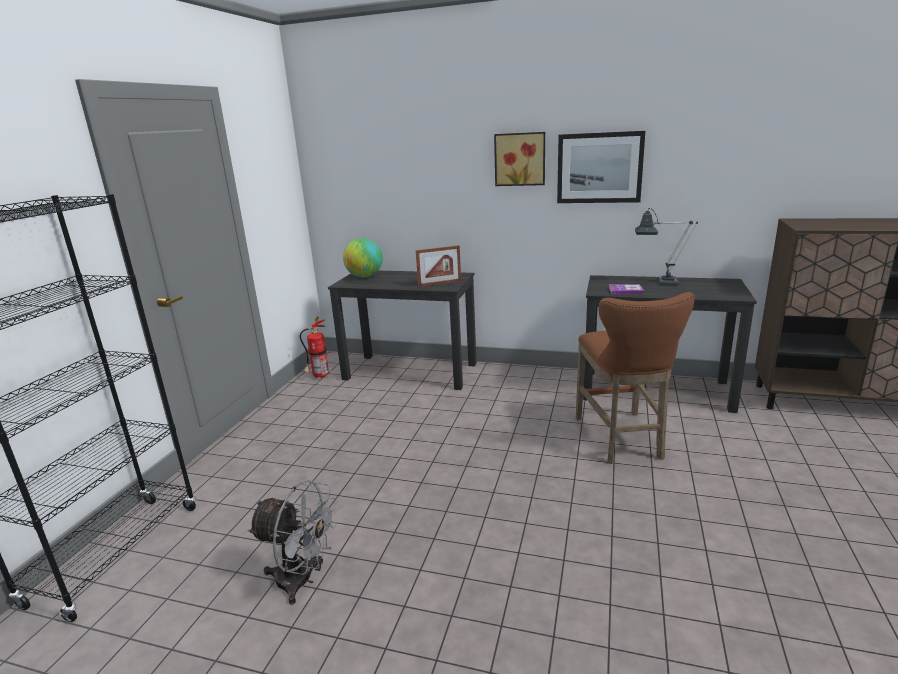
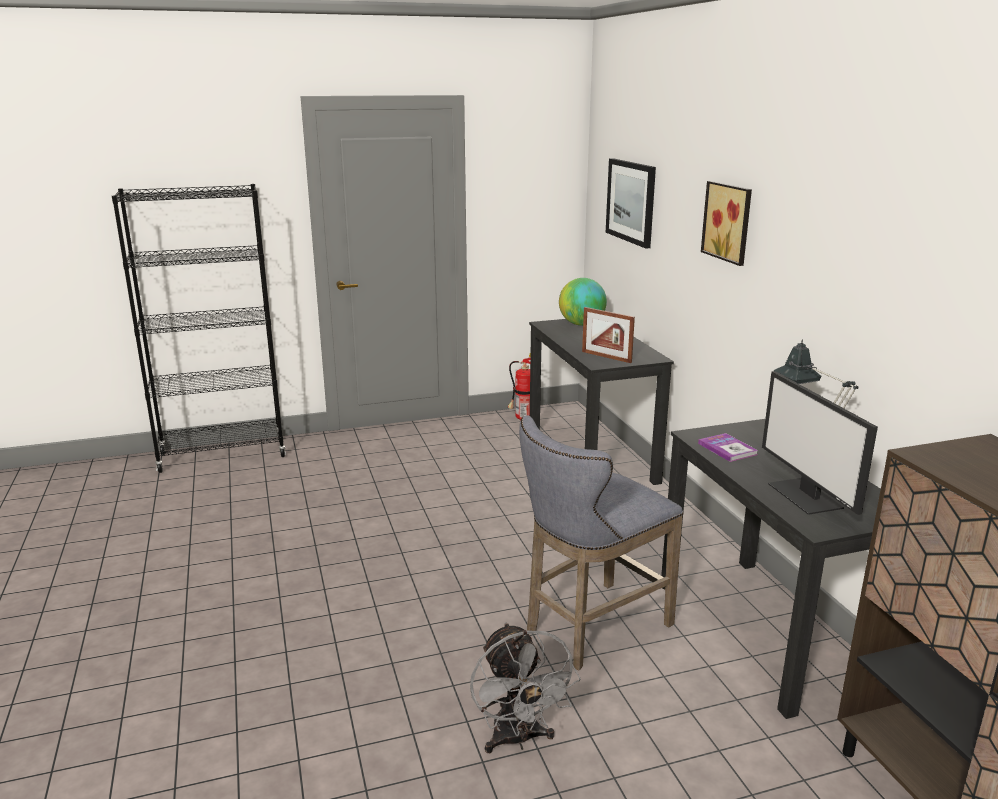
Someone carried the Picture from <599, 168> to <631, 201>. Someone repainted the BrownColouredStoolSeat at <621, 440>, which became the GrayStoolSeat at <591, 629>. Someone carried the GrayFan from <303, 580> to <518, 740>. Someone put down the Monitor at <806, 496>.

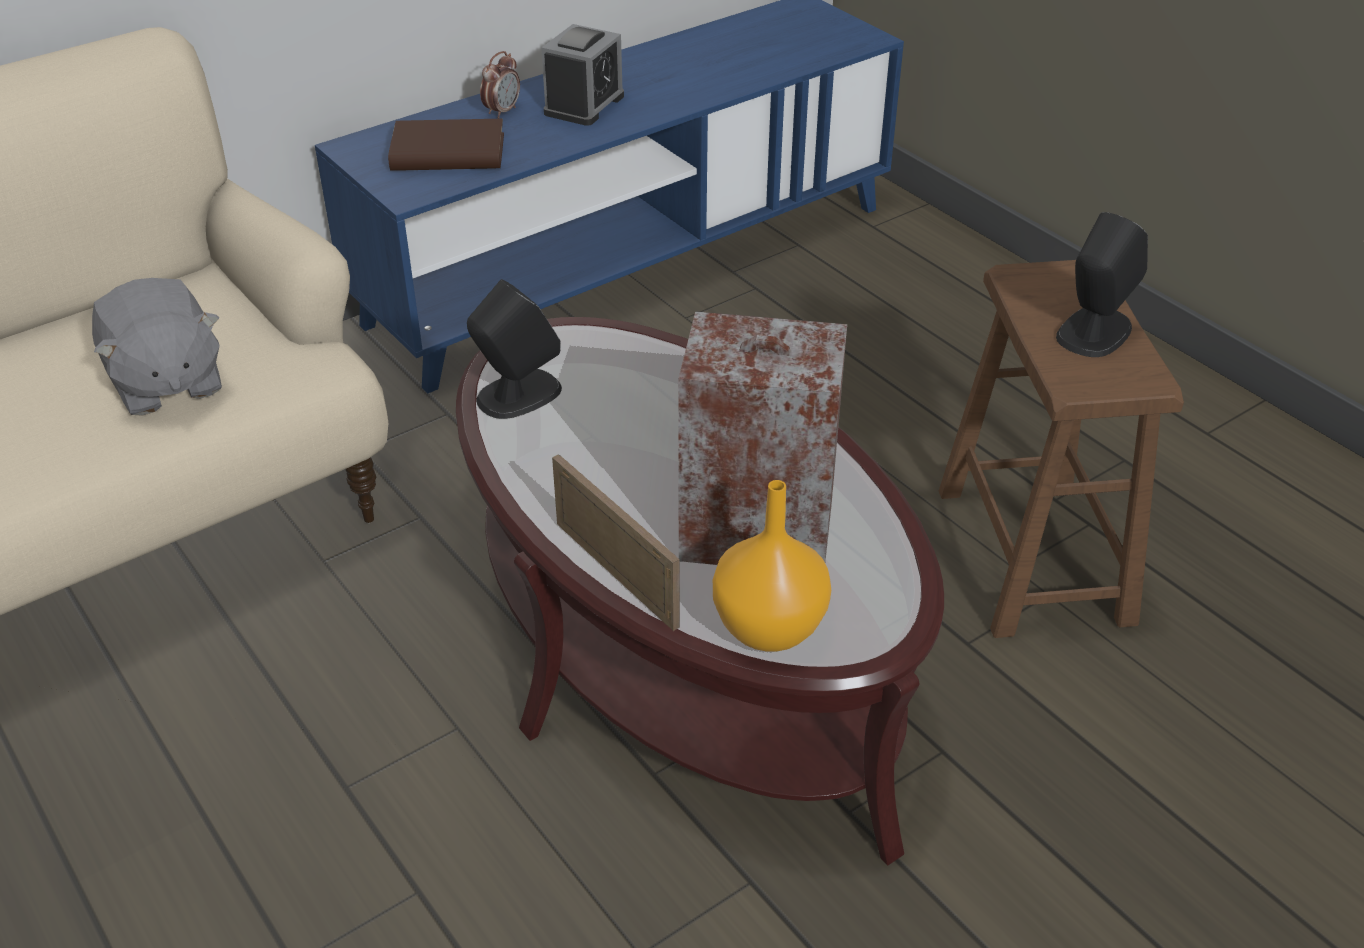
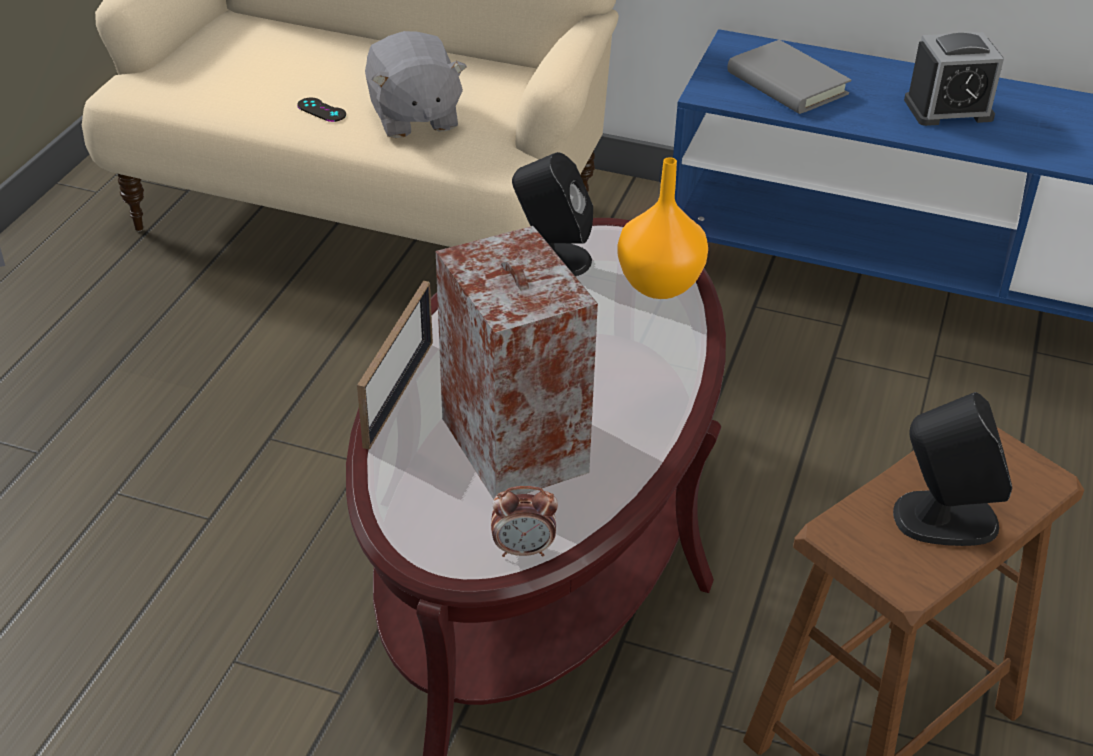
Someone carried the BedsideClock from <502, 111> to <524, 550>. Someone repainted the BrownColouredBook at <448, 153>, which became the GrayBook at <787, 83>. Someone rotated the GrayCuddlyToy at <165, 383> by 45 degrees counterclockwise. Someone carried the OrangeDecorativeVase from <767, 629> to <657, 284>. Someone put down the BlackGameController at <321, 110>.

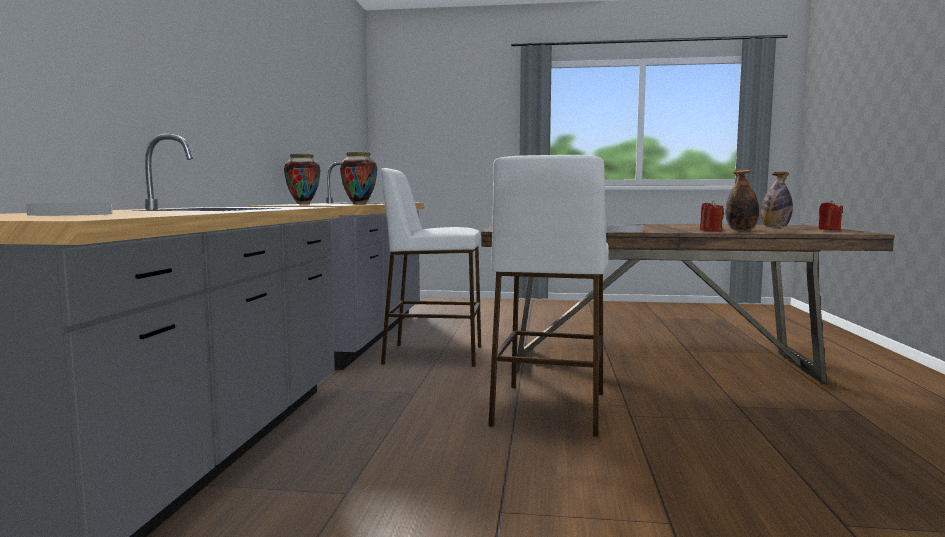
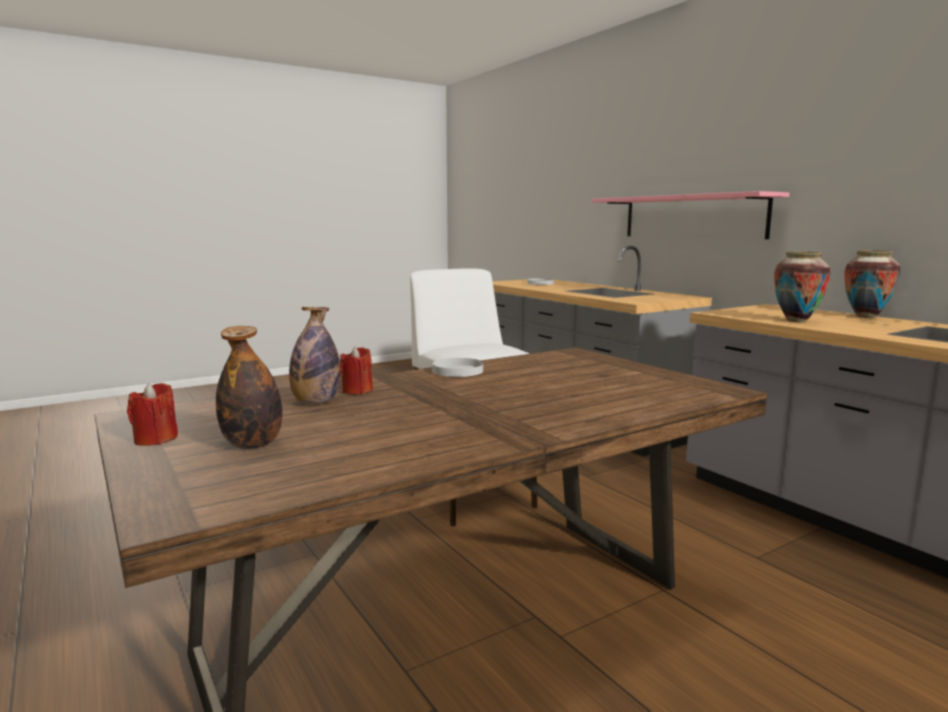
Someone took away the WhiteColouredStoolSeat at <432, 355>. Someone put up the PinkColouredWallShelf at <692, 217>.

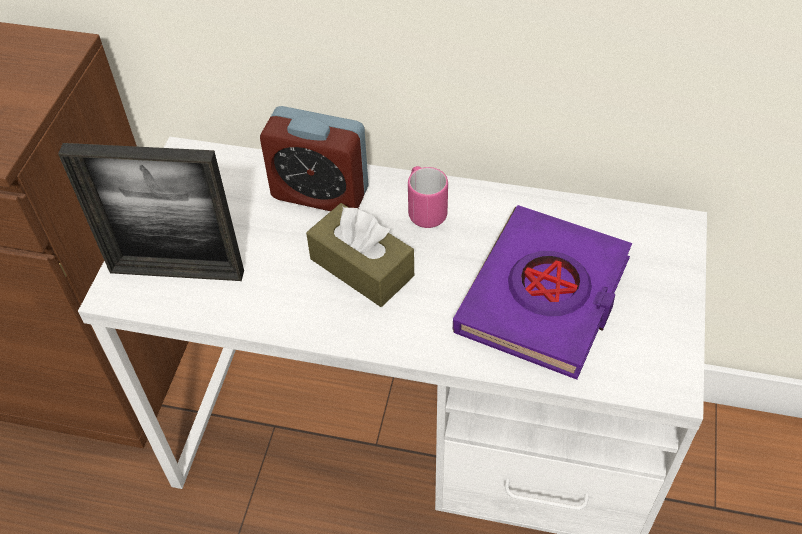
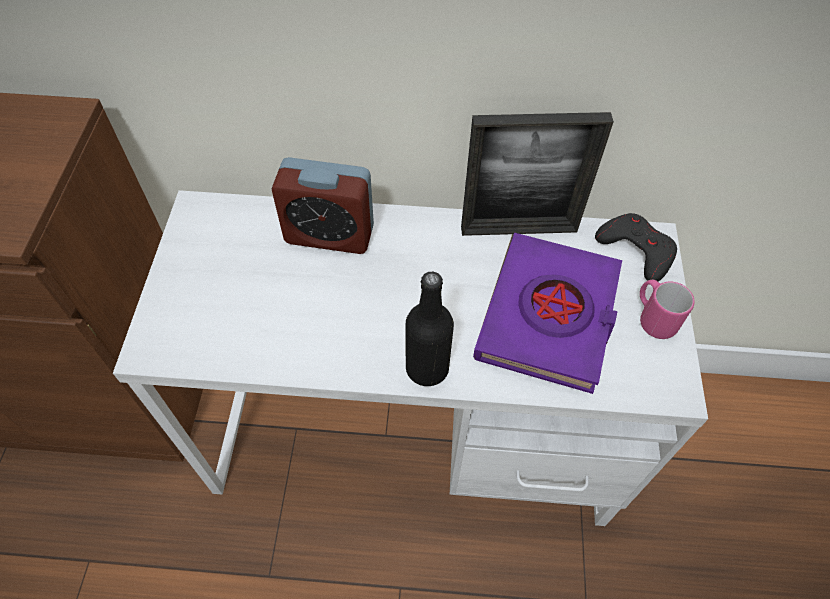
Someone carried the PhotoFrame from <177, 271> to <518, 229>. Someone carried the PinkColouredMug from <424, 210> to <653, 318>. Someone took away the BrownColouredTissueHolder at <361, 267>. Someone put down the BlackGameController at <636, 250>. Someone put down the BlackBottle at <427, 368>.

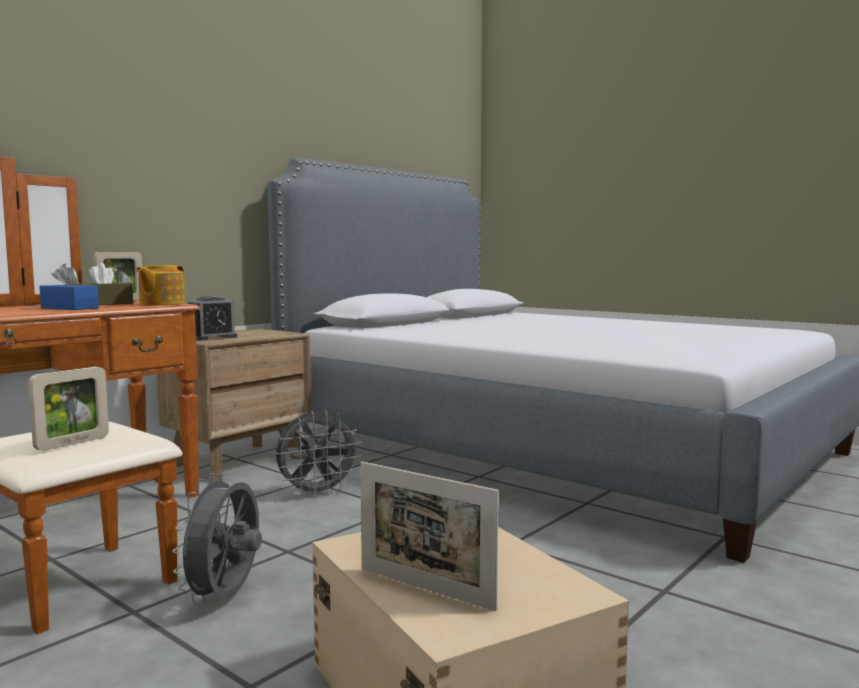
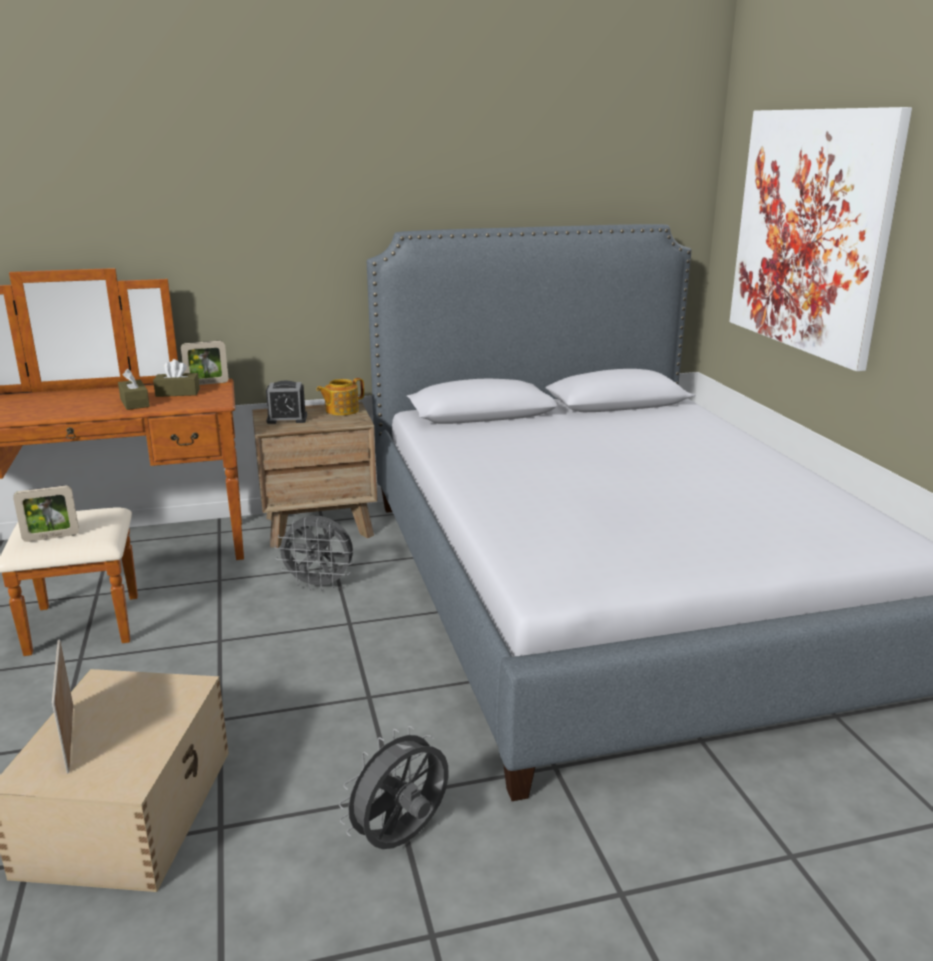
Someone repainted the BluishTissueHolder at <69, 308>, which became the BrownColouredTissueHolder at <134, 403>. Someone carried the TeaPot from <161, 304> to <341, 410>. Someone carried the GrayFan from <226, 598> to <401, 840>. Someone put up the Picture at <810, 232>.

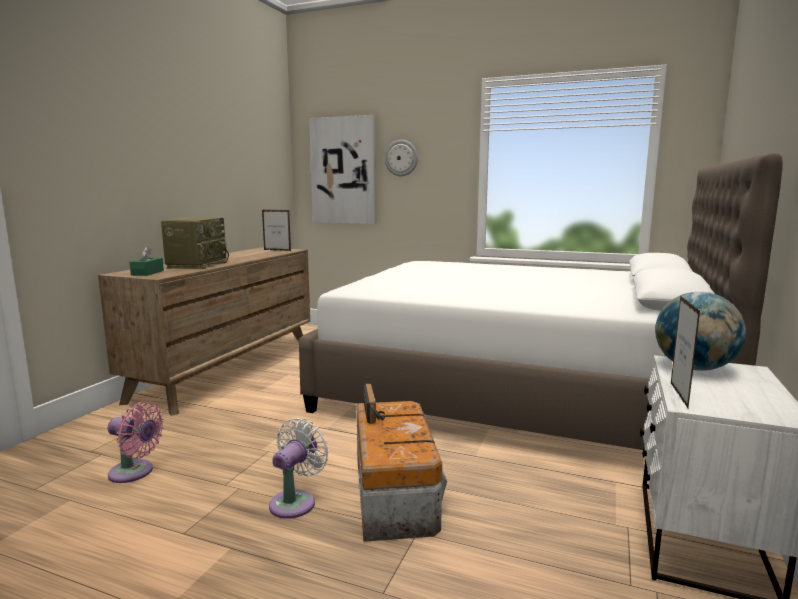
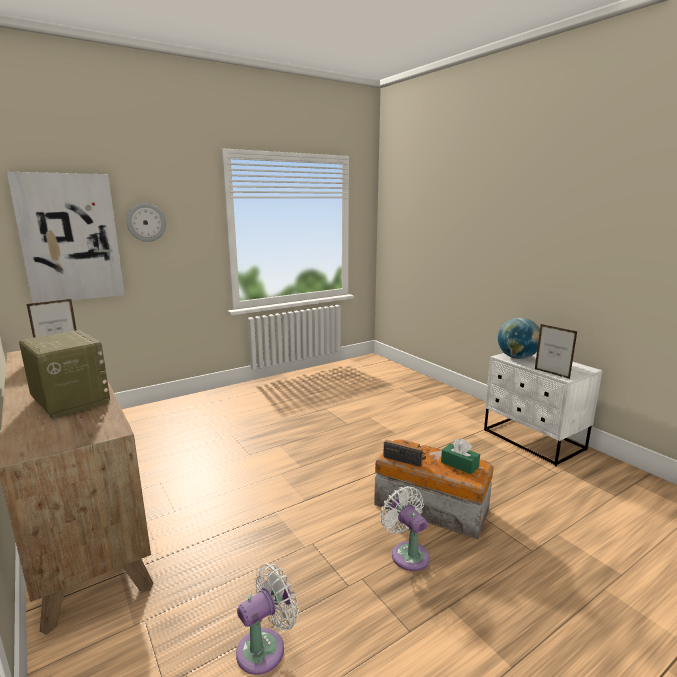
Someone took away the WhiteColouredBedroomBed at <515, 390>. Someone carried the GreenTissueHolder from <147, 273> to <459, 464>. Someone repainted the PinkColouredFan at <135, 472>, which became the WhiteColouredFan at <265, 648>.

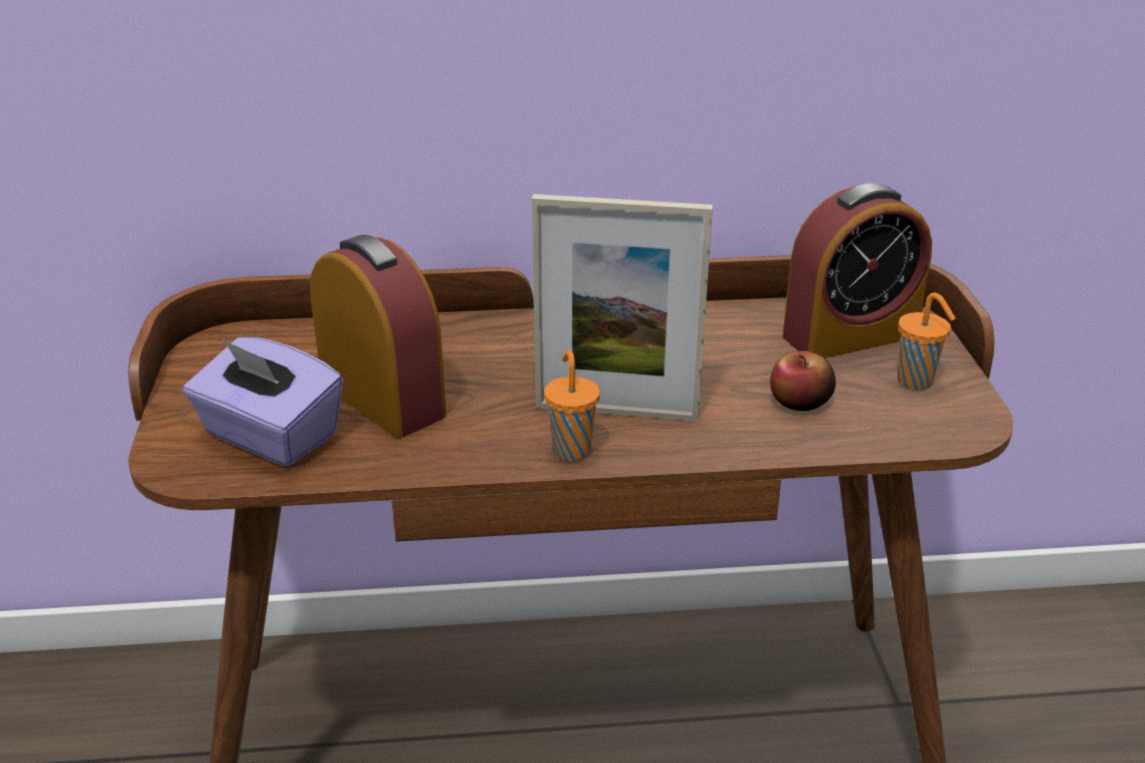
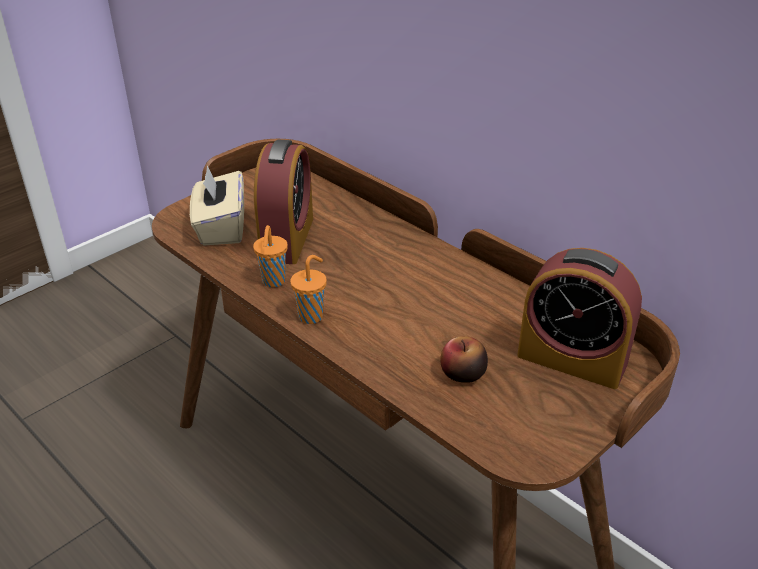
Someone took away the PhotoFrame at <616, 411>. Someone carried the OrangeCup from <916, 382> to <273, 282>. Someone repainted the PurpleTissueHolder at <269, 436>, which became the BeigeTissueHolder at <221, 228>.

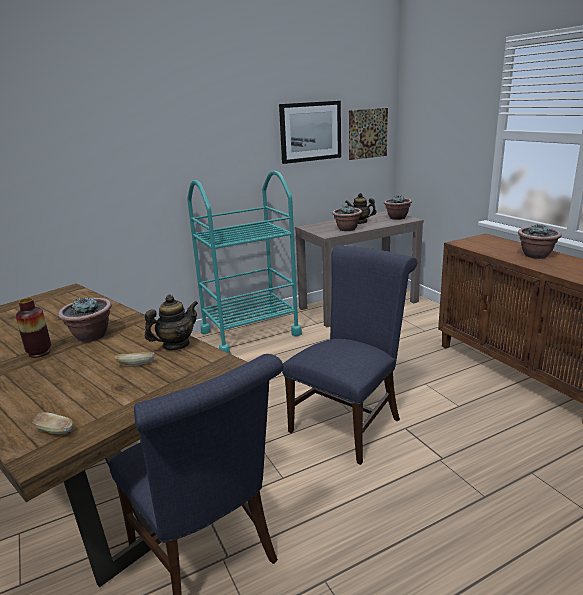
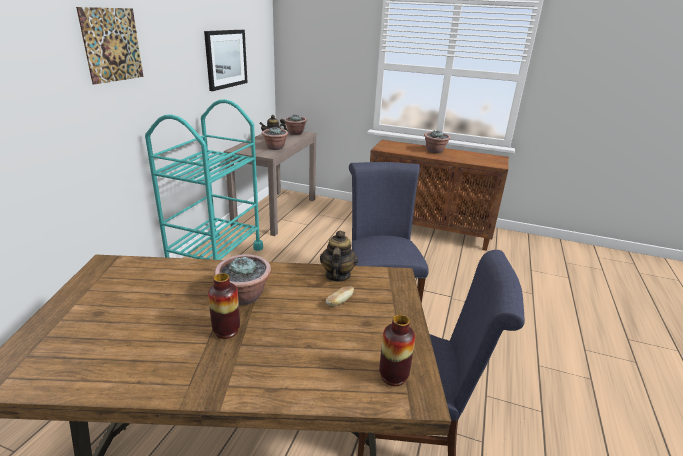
Someone carried the Picture from <368, 133> to <112, 45>. Someone swapped the BakeryBread at <54, 431> for the DecorativeVase at <393, 376>.

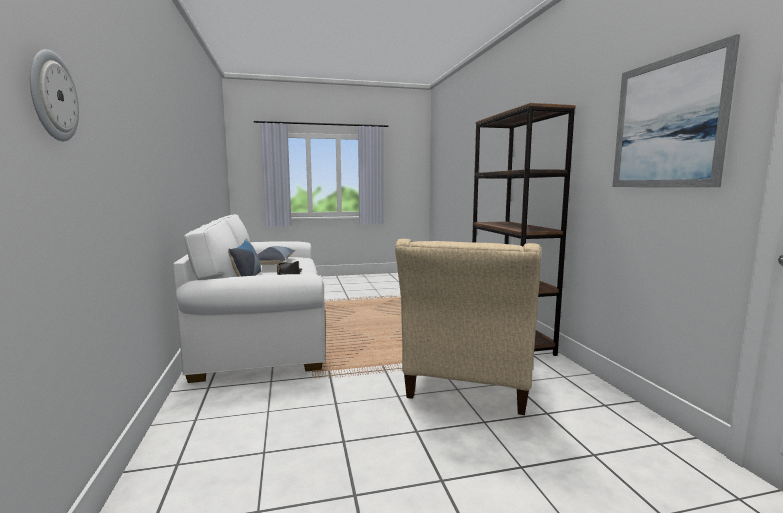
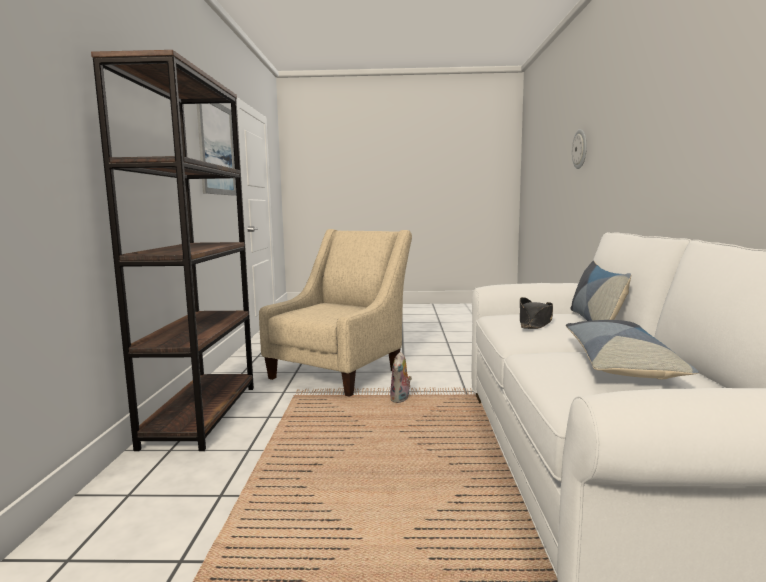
Someone put down the CuddlyToy at <401, 399>.

